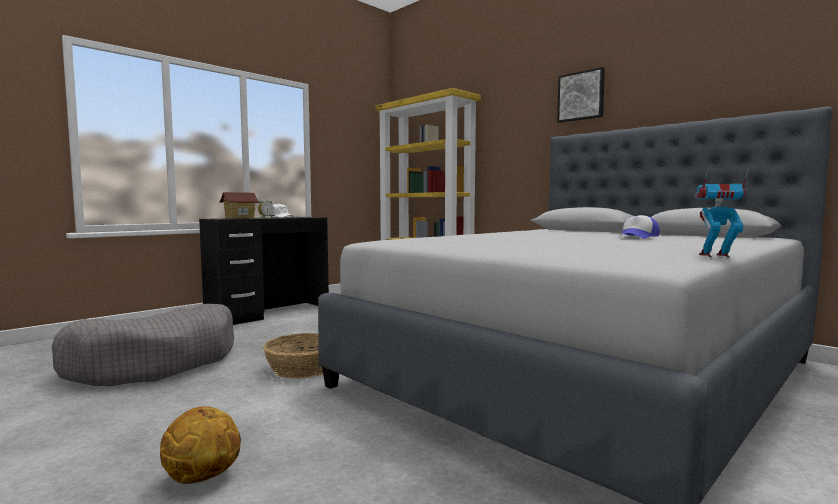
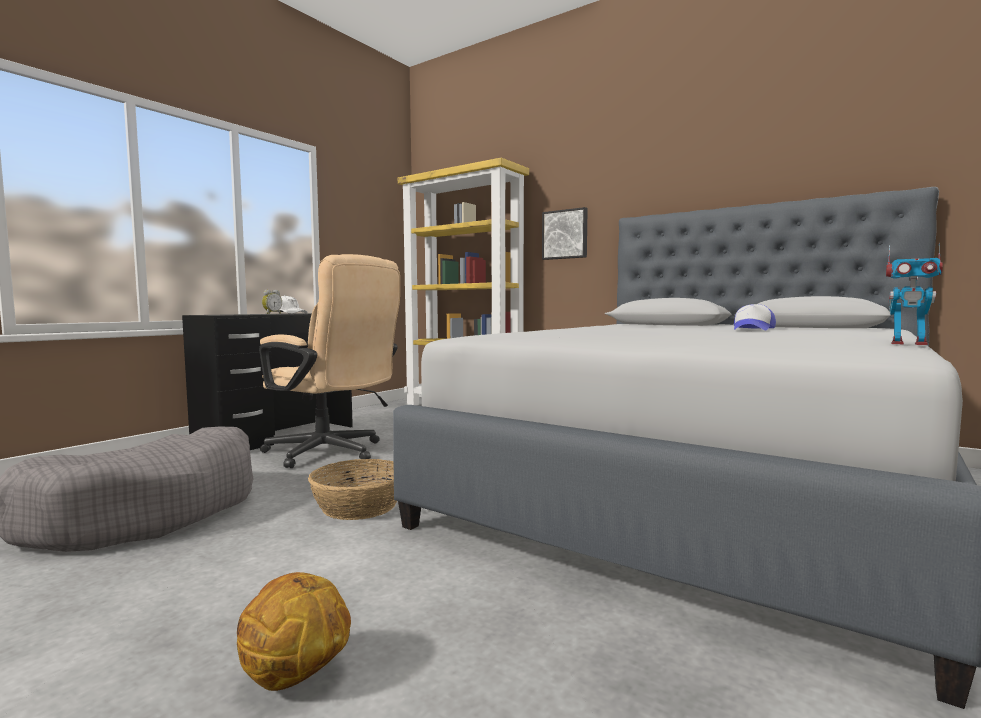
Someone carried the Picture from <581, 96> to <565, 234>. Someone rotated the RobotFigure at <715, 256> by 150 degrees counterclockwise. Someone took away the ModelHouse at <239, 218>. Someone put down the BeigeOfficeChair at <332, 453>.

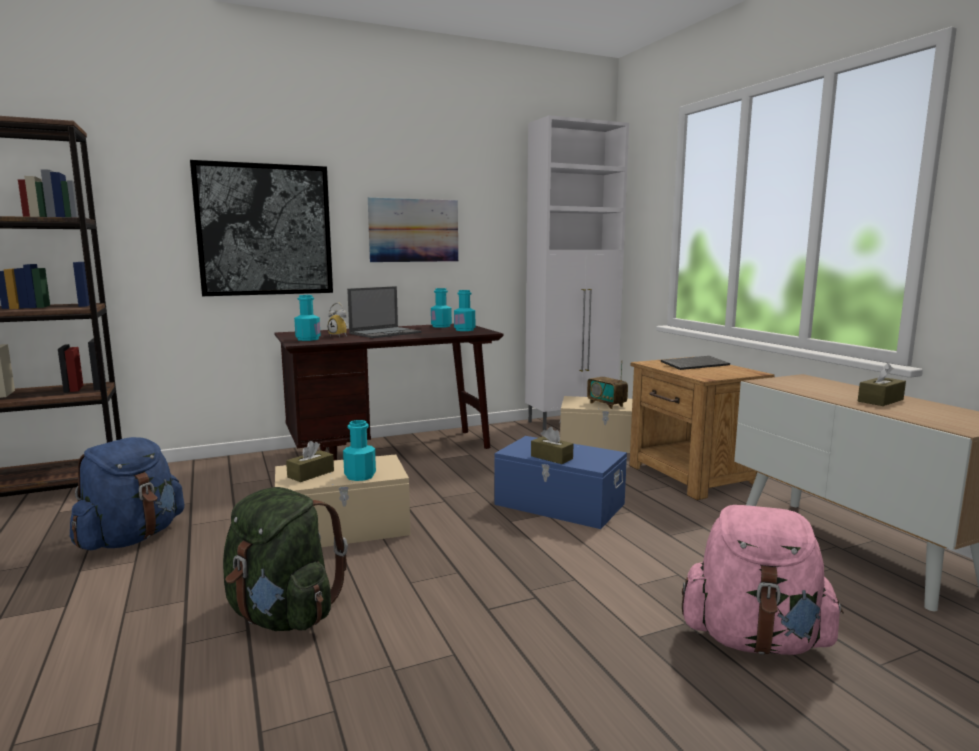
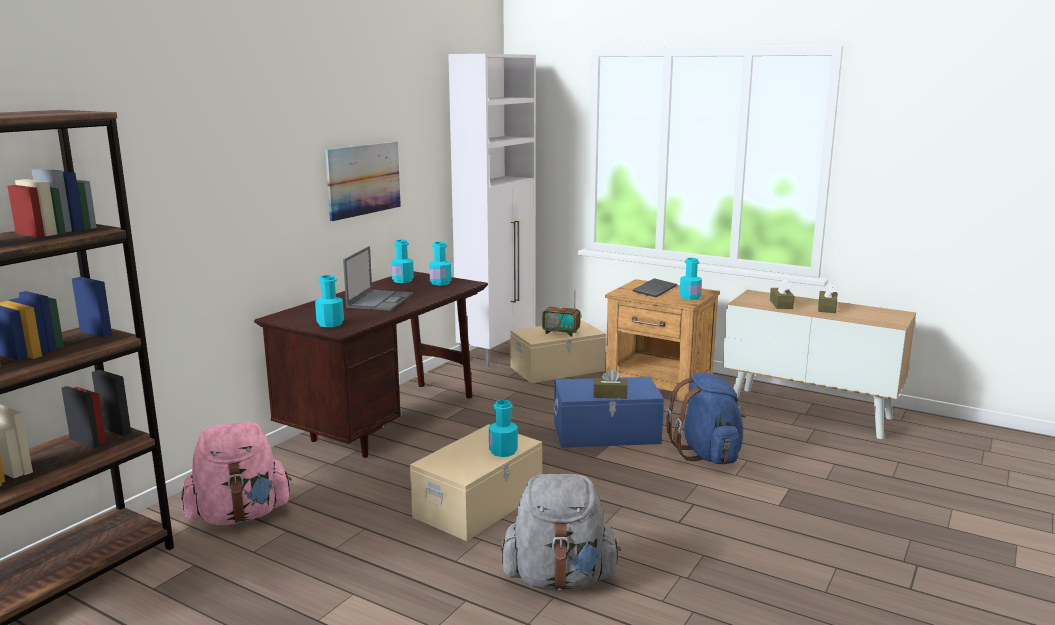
Someone took away the Picture at <265, 230>. Someone took away the BedsideClock at <340, 335>. Someone carried the BluishKnapsack from <131, 538> to <708, 454>. Someone carried the BrownColouredTissueHolder from <311, 474> to <781, 304>. Someone repainted the GreenKnapsack at <283, 615>, which became the GrayKnapsack at <559, 579>. Someone carried the PinkColouredKnapsack from <754, 640> to <239, 515>. Someone put down the BlueGreenBottle at <690, 297>.

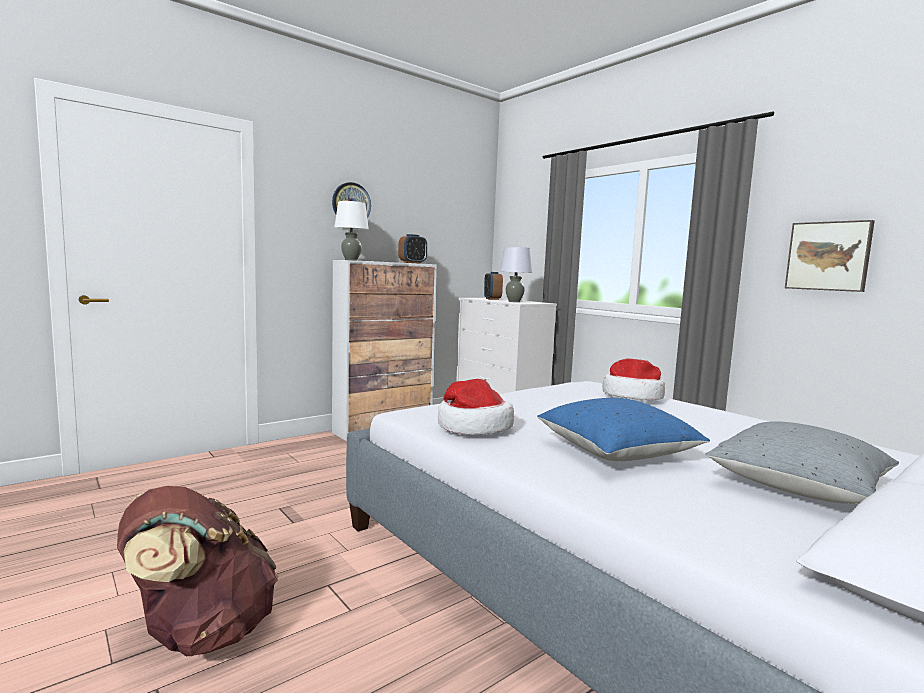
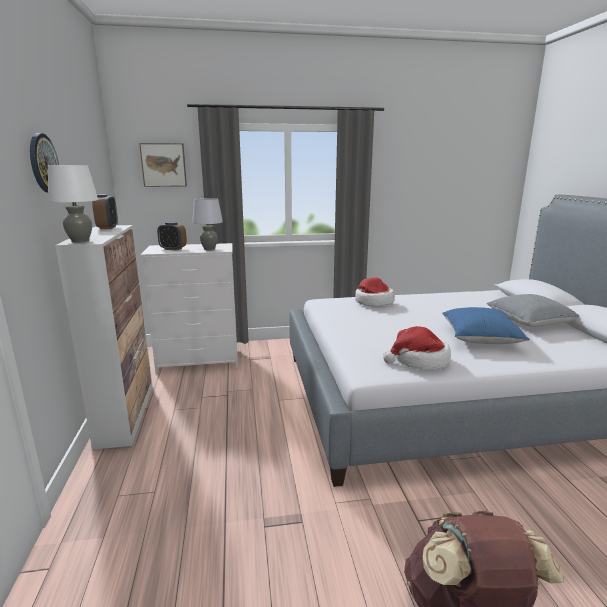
Someone carried the Picture from <828, 256> to <164, 165>.

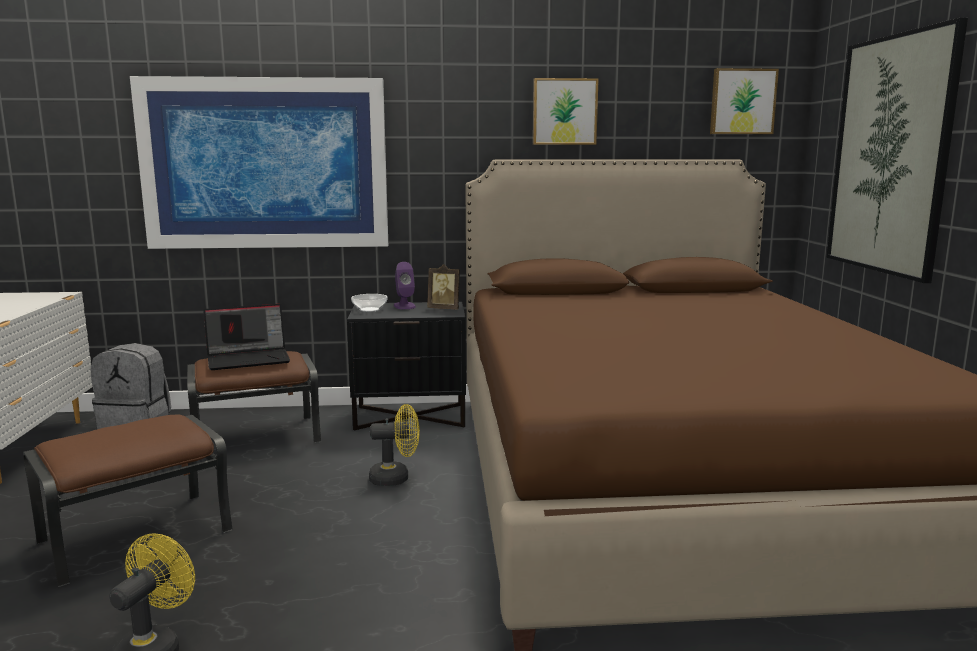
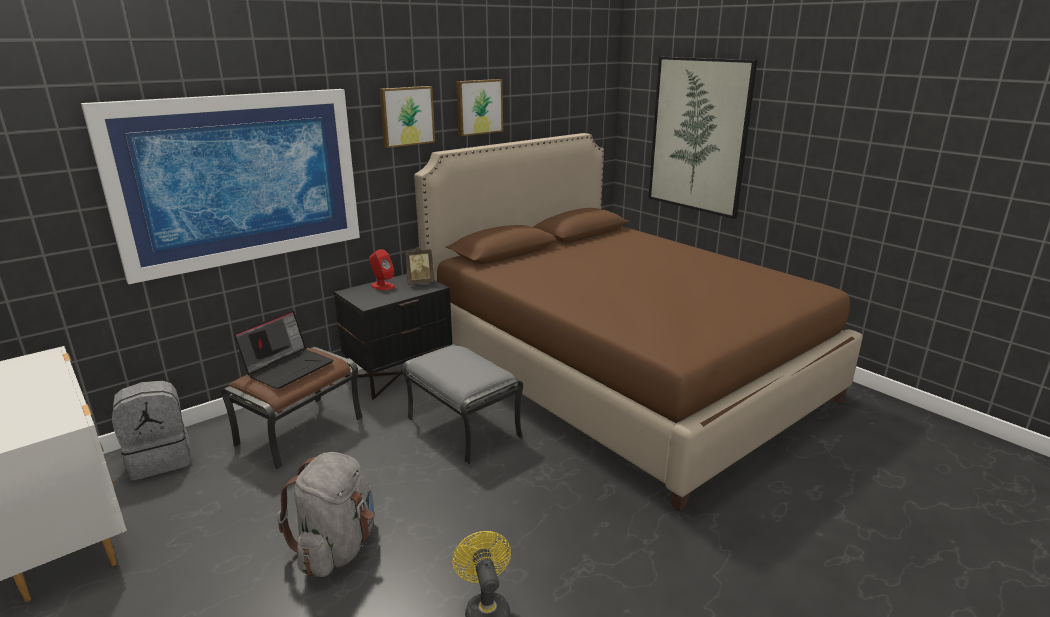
Someone carried the Picture from <742, 102> to <406, 116>. Someone repainted the PurpleLoudspeaker at <404, 306>, which became the RedColouredLoudspeaker at <382, 286>. Someone took away the DeepDish at <370, 309>. Someone swapped the YellowishFan at <396, 478> for the GrayOttoman at <462, 427>. Someone swapped the BrownColouredOttoman at <137, 535> for the GrayKnapsack at <337, 547>.

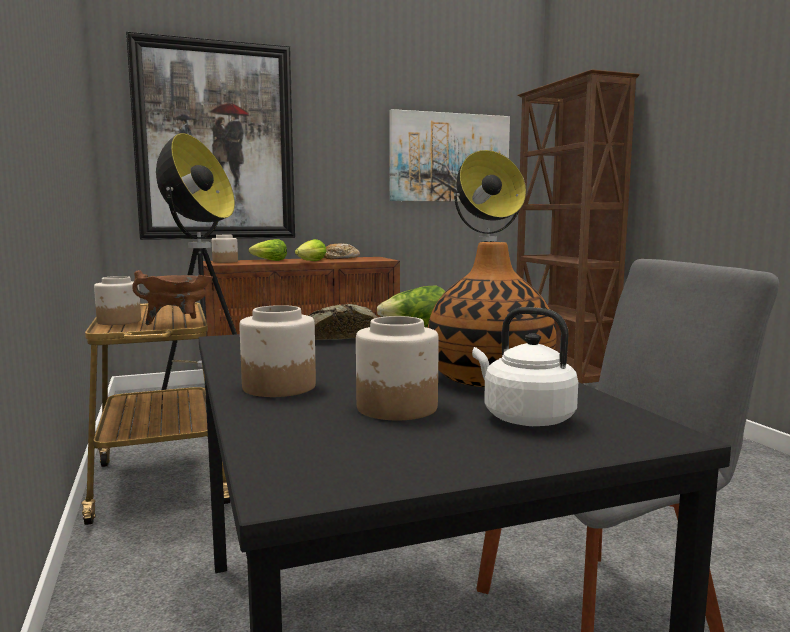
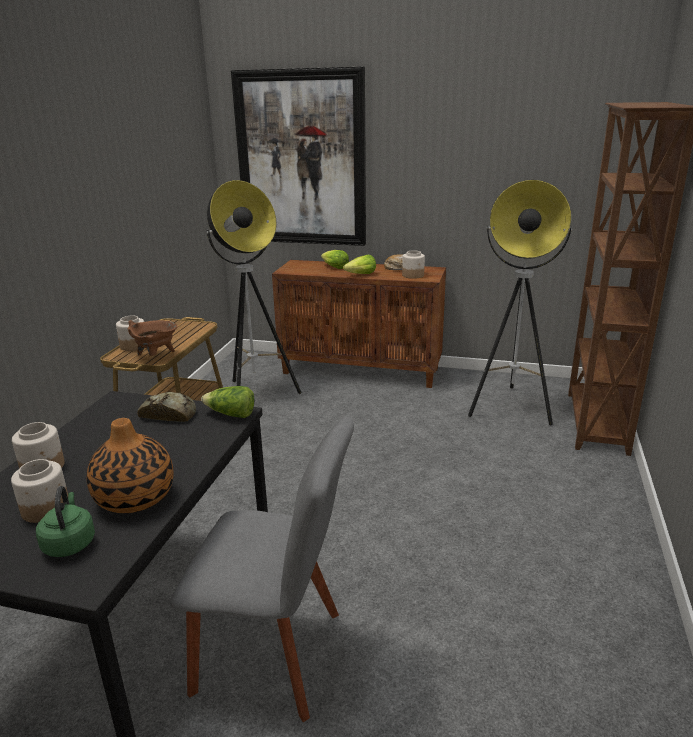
Someone took away the Picture at <449, 158>. Someone carried the PreserveJar from <225, 262> to <413, 275>. Someone repainted the WhiteColouredKettle at <524, 418>, which became the GreenKettle at <70, 543>.

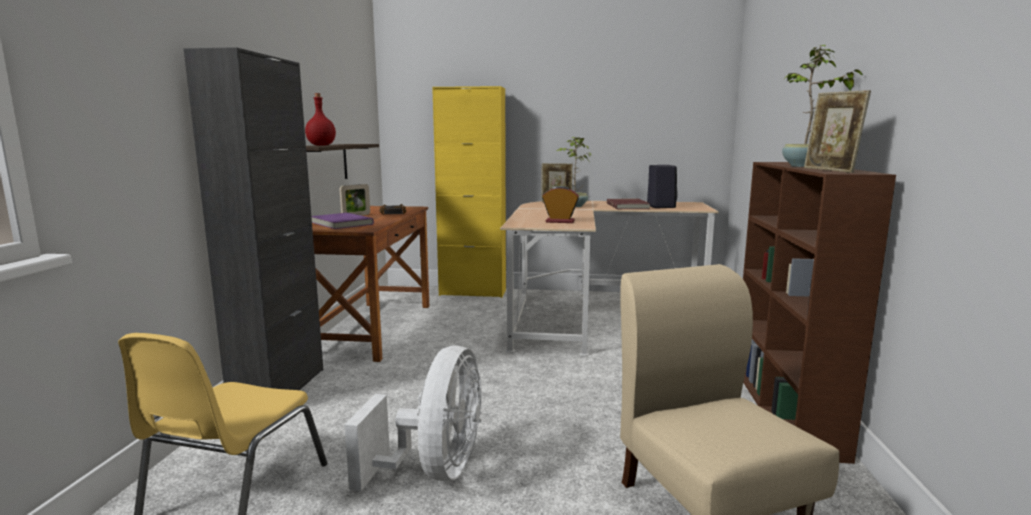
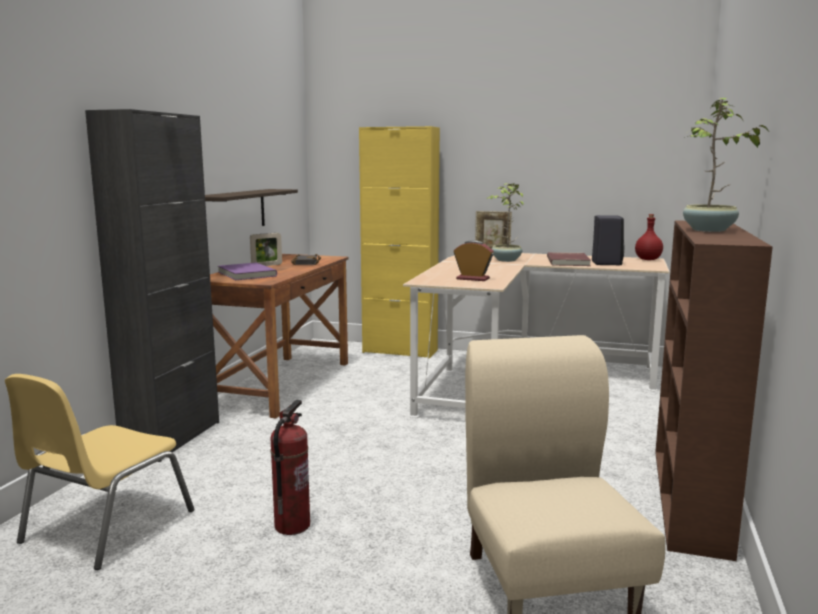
Someone took away the PhotoFrame at <830, 170>. Someone carried the RedColouredBottle from <320, 145> to <647, 259>. Someone swapped the WhiteColouredFan at <435, 470> for the Extinguisher at <292, 525>.

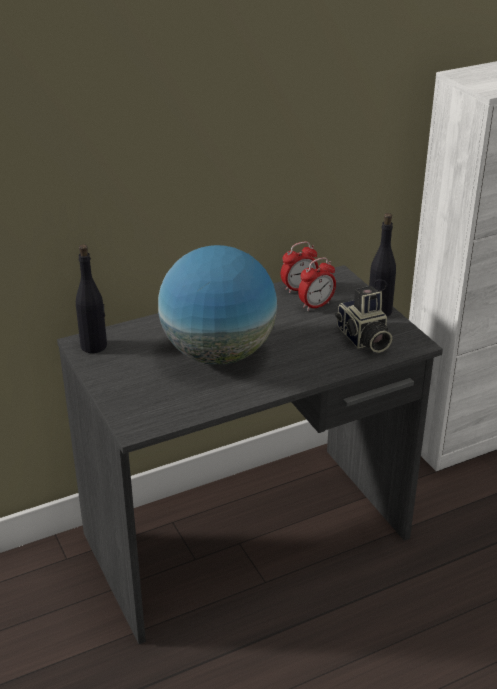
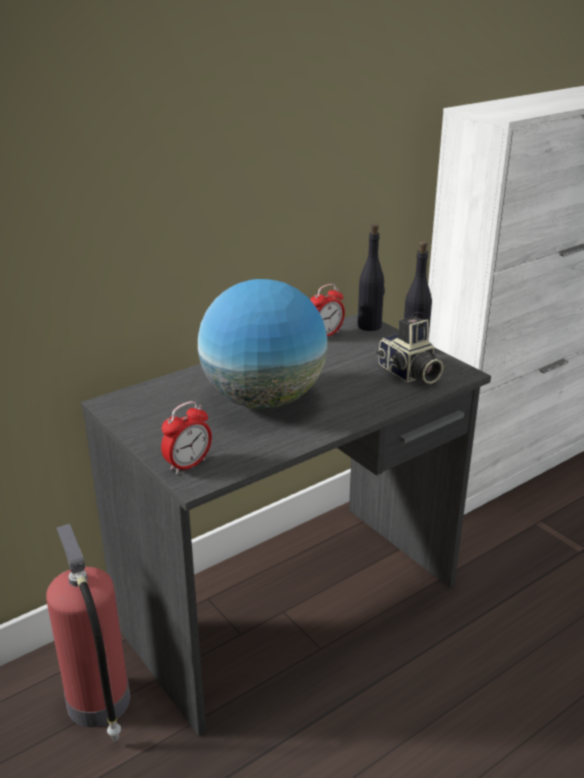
Someone carried the BlackBottle from <94, 346> to <369, 326>. Someone carried the BedsideClock from <316, 305> to <188, 465>. Someone put down the Extinguisher at <99, 704>.

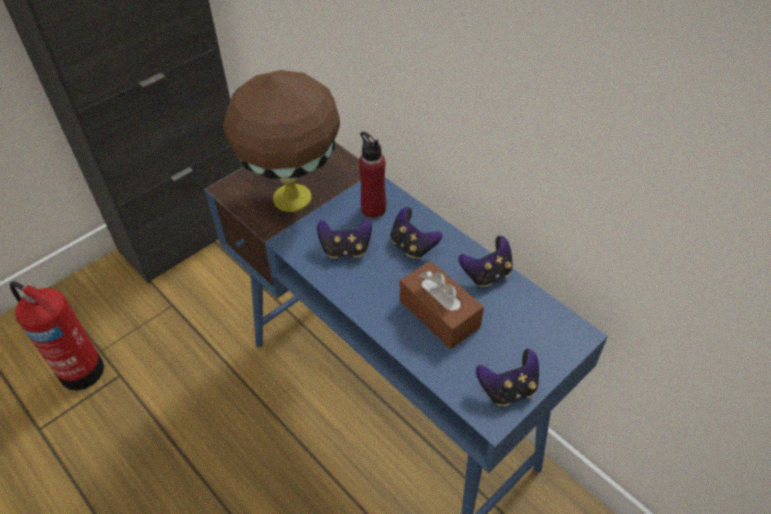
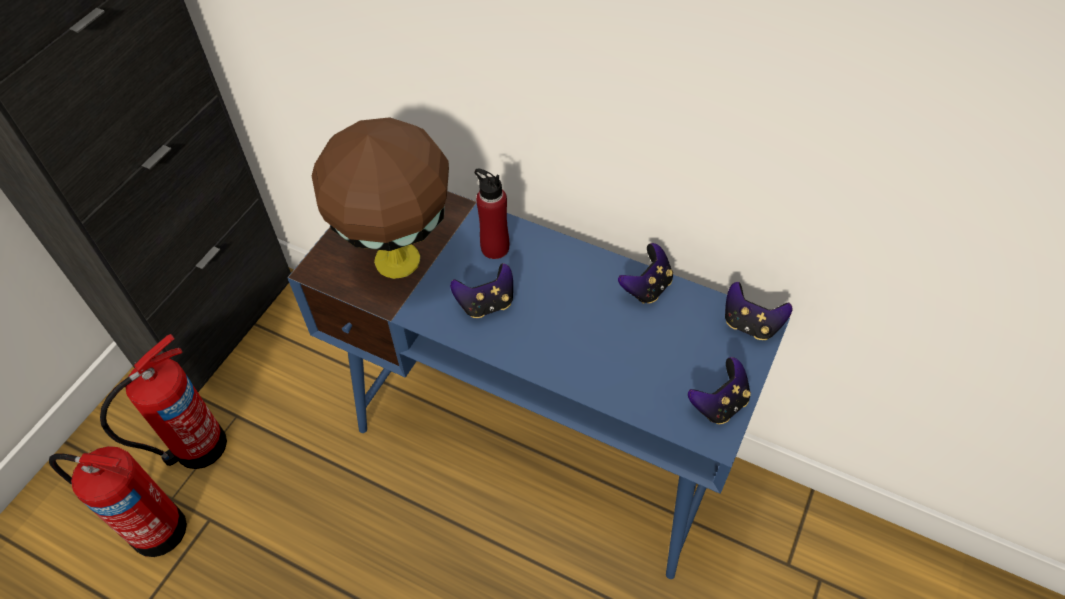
Someone carried the GameController from <412, 246> to <750, 324>. Someone took away the BrownColouredTissueHolder at <439, 313>. Someone put down the Extinguisher at <196, 447>.

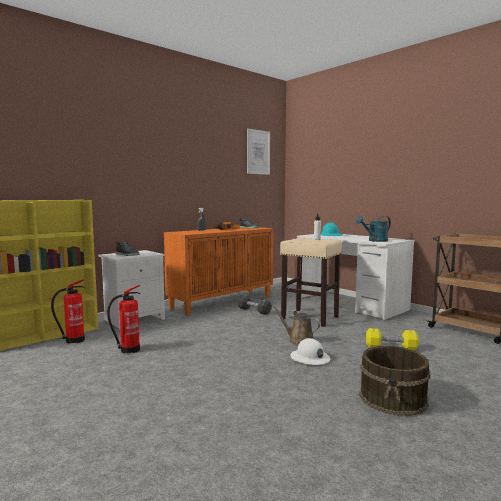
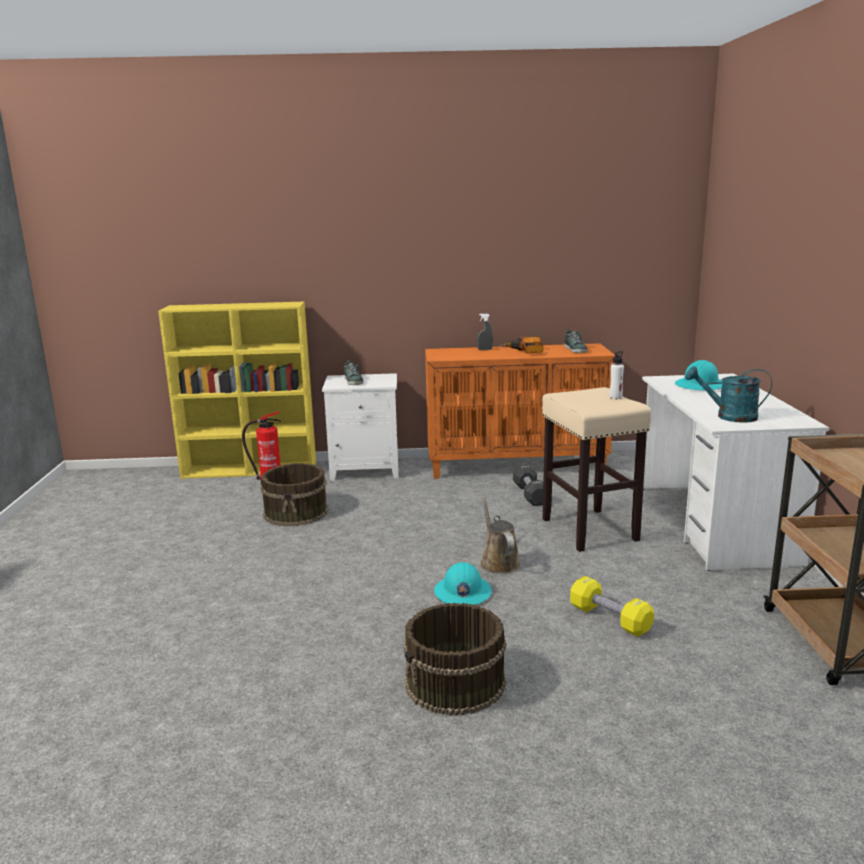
Someone took away the Picture at <258, 152>. Someone swapped the Extinguisher at <128, 350> for the BrownColouredPail at <296, 512>. Someone repainted the WhiteColouredSafetyHelmet at <310, 358>, which became the BlueGreenSafetyHelmet at <462, 592>.

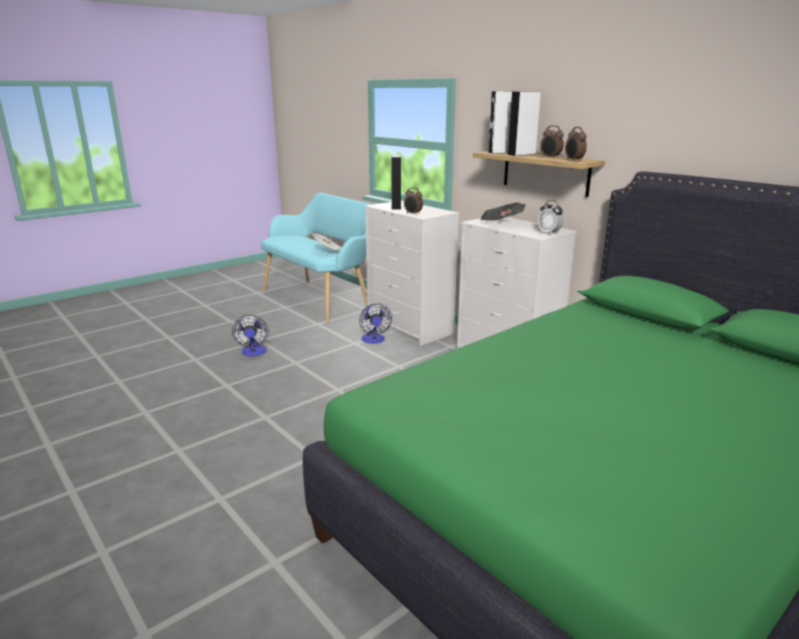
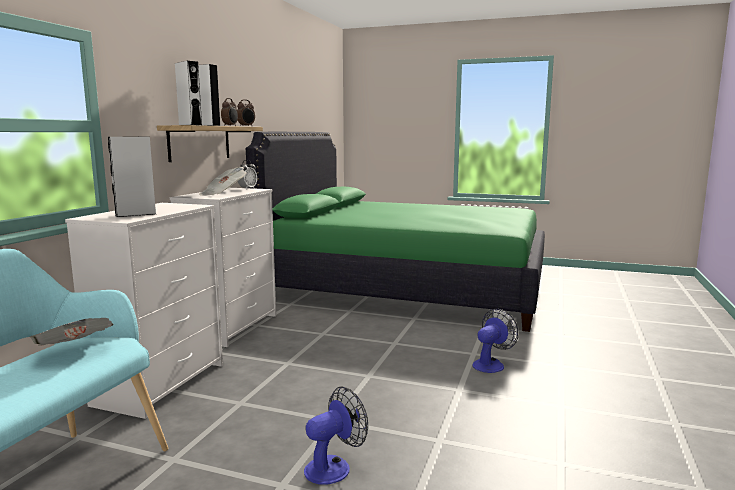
Someone took away the BedsideClock at <413, 214>. Someone carried the Fan from <374, 340> to <491, 364>.

